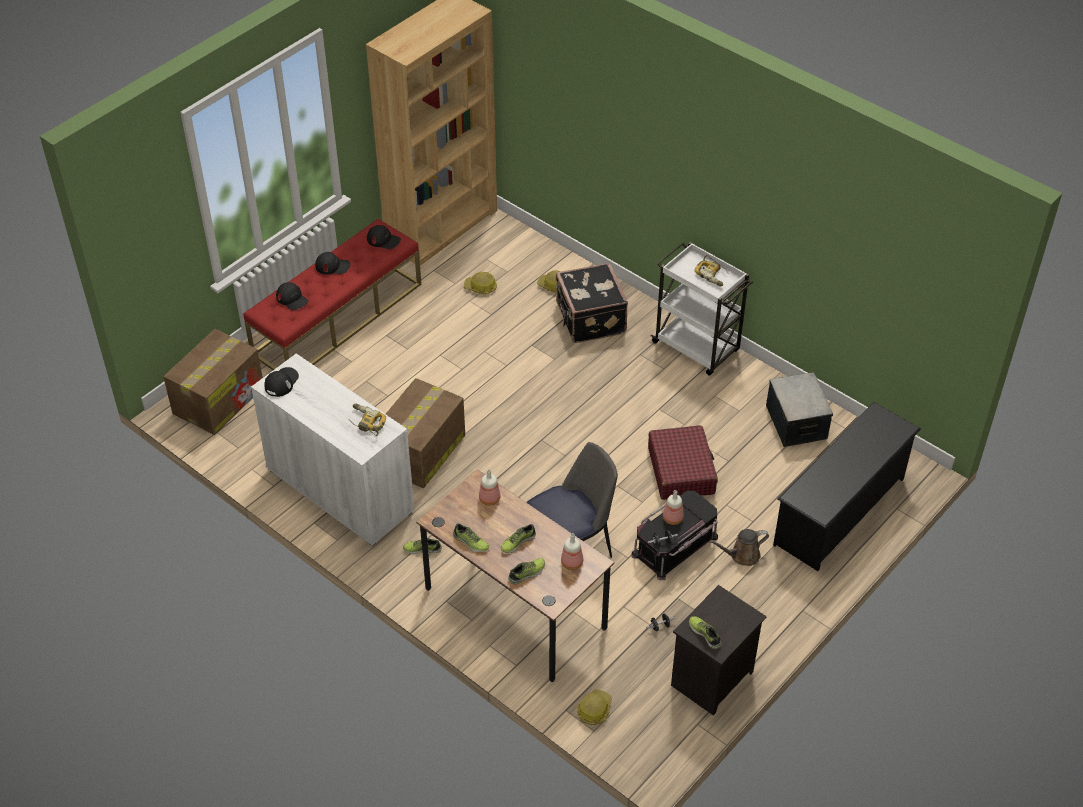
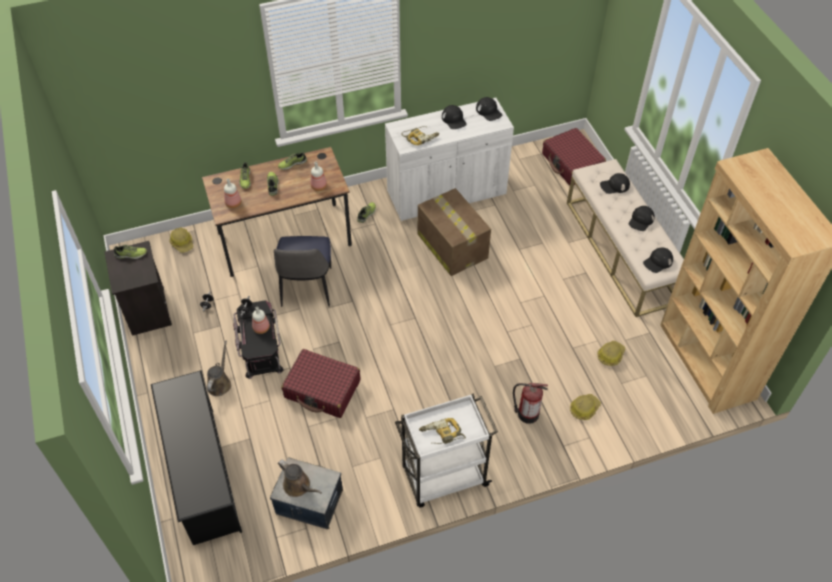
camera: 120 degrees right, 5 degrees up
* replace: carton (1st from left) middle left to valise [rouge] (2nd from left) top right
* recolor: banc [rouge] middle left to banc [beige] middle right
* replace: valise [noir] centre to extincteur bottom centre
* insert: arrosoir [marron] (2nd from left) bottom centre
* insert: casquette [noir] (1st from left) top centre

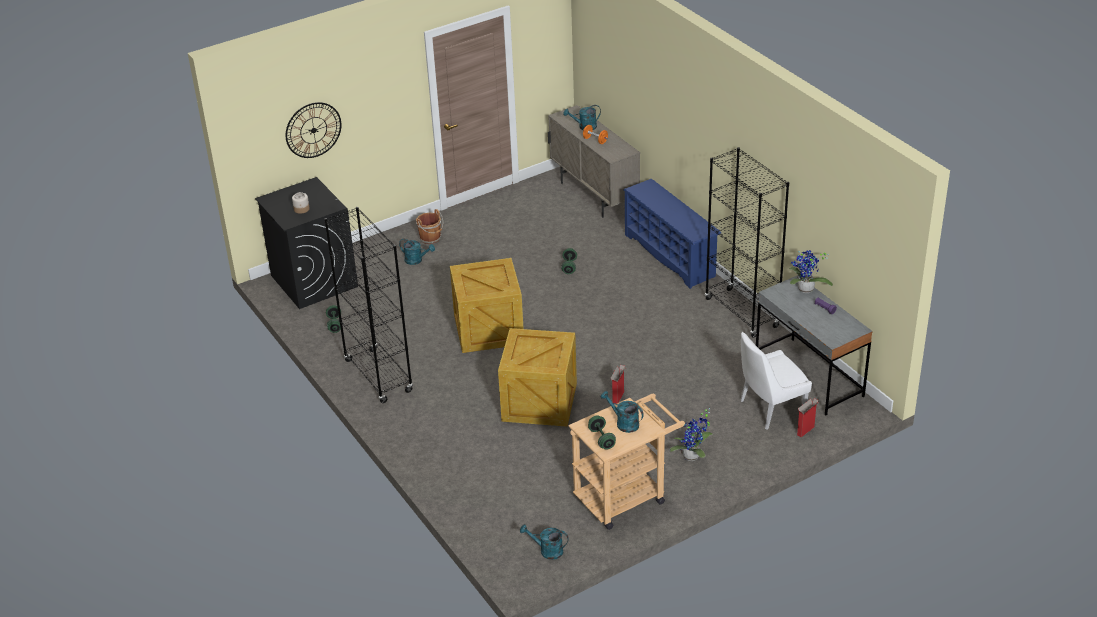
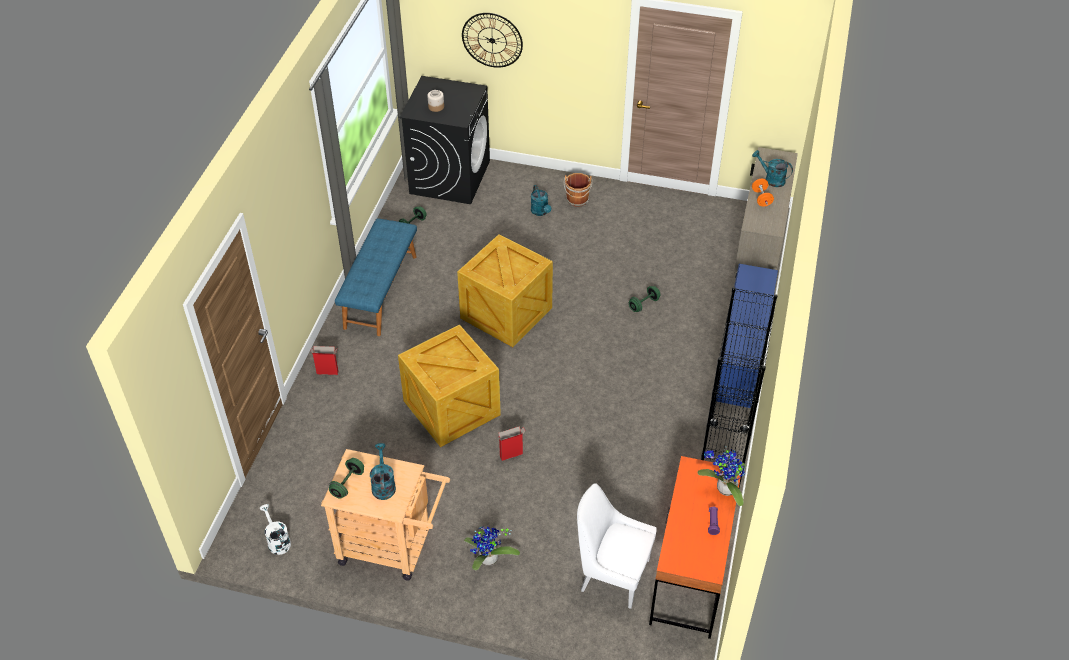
camera: 45 degrees right, 10 degrees up
* replace: bibliothèque [noir] (1st from left) centre to banc [bleu] centre
* recolor: arrosoir [turquoise] (2nd from left) bottom centre to arrosoir [blanc] bottom left
* recolor: bureau [gris] middle right to bureau [orange] bottom centre
* move: carton (2nd from left in the first image) bottom right to carton (1st from left) middle left

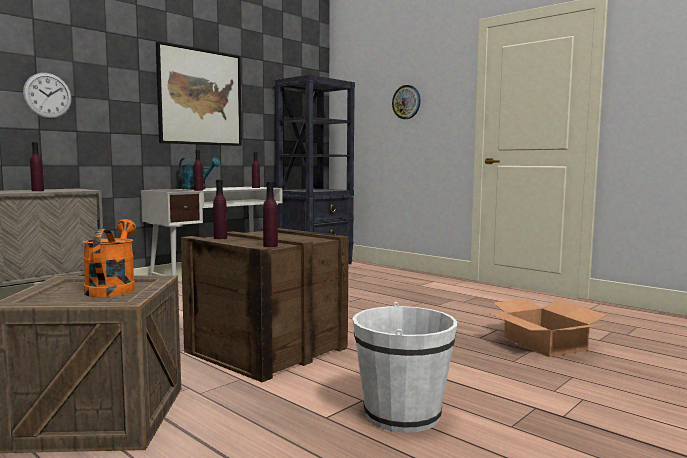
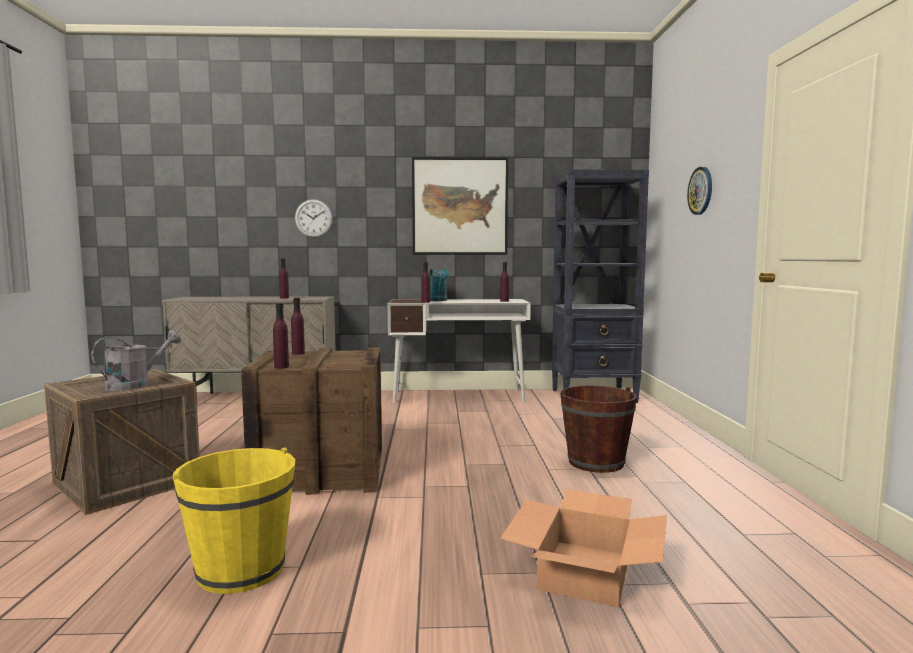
camera: 45 degrees right, 0 degrees up
* recolor: arrosoir [orange] middle left to arrosoir [gris] middle left
* recolor: seau [blanc] bottom centre to seau [jaune] bottom left
* insert: seau [marron] centre

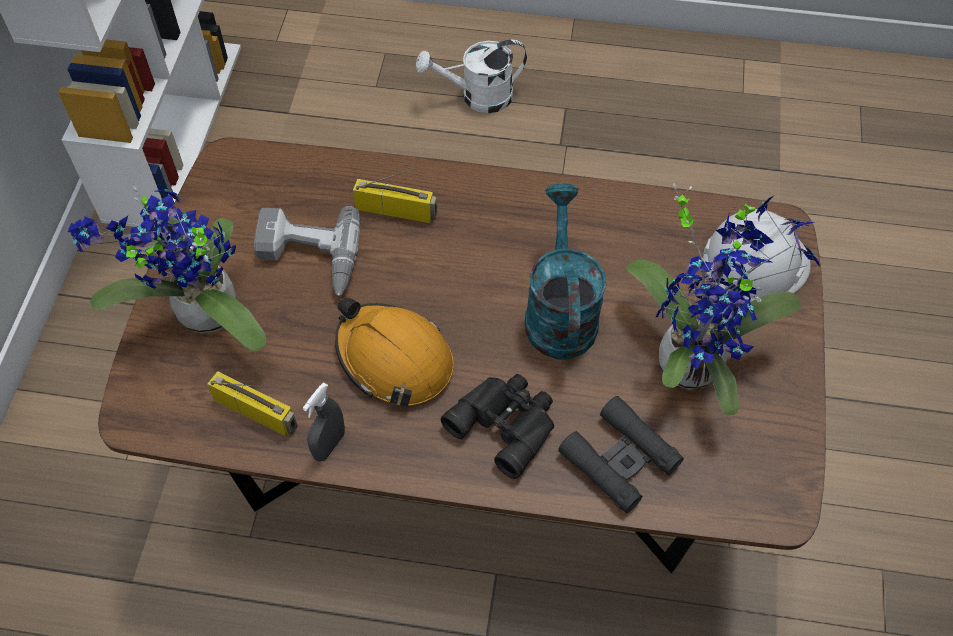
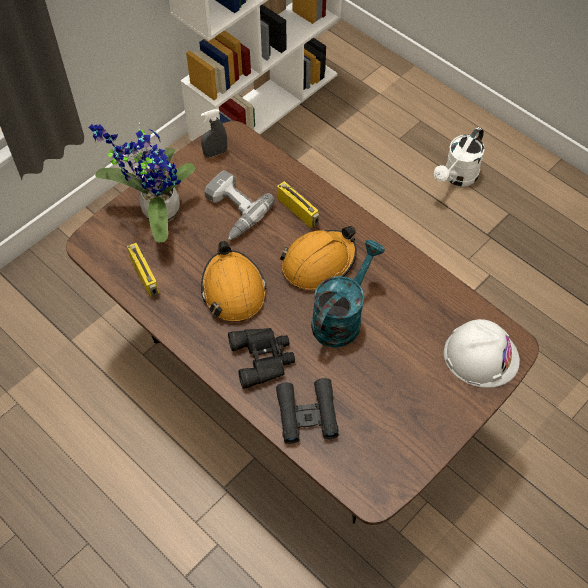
camera: 35 degrees right, 0 degrees up
* move: vaporisateur [gris] centre to top centre
* rotate: arrosoir [blanc] top centre = top right 75 degrees counterclockwise
* delete: plante en pot (2nd from left) middle right
* insert: casque de chantier [orange] (2nd from left) centre

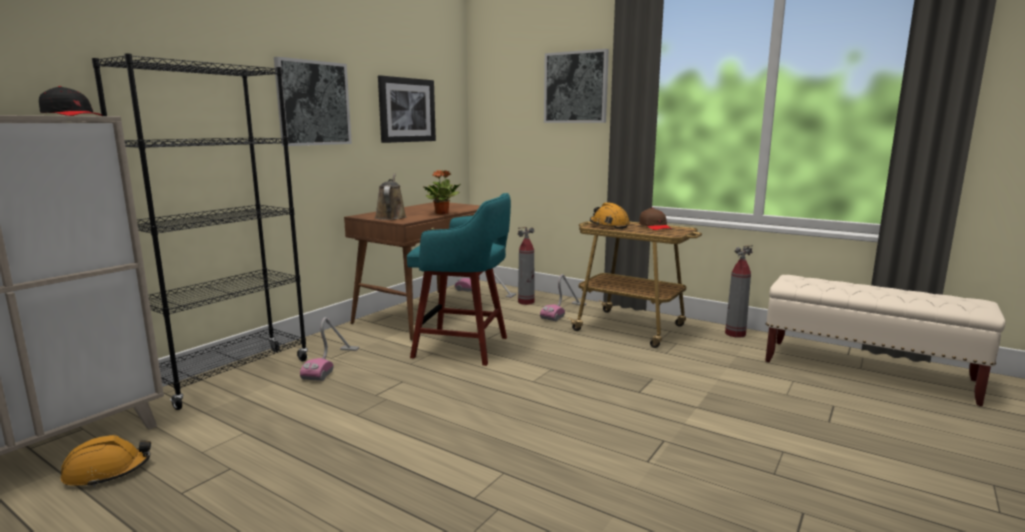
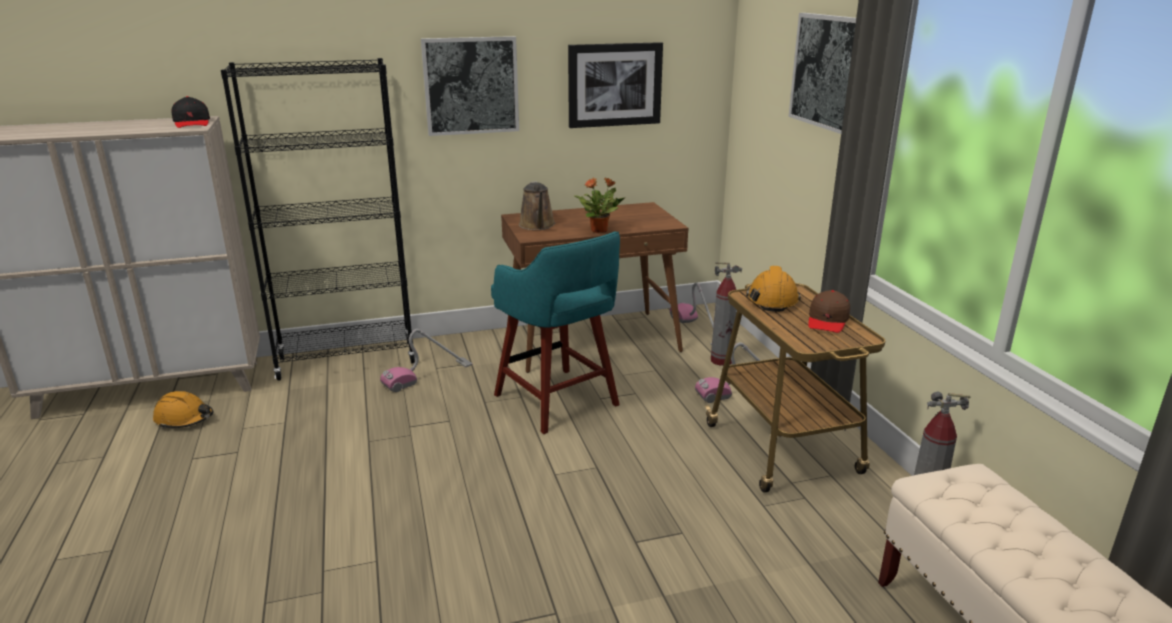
camera: 40 degrees right, 10 degrees up
* rotate: arrosoir [marron] centre = top centre 135 degrees clockwise

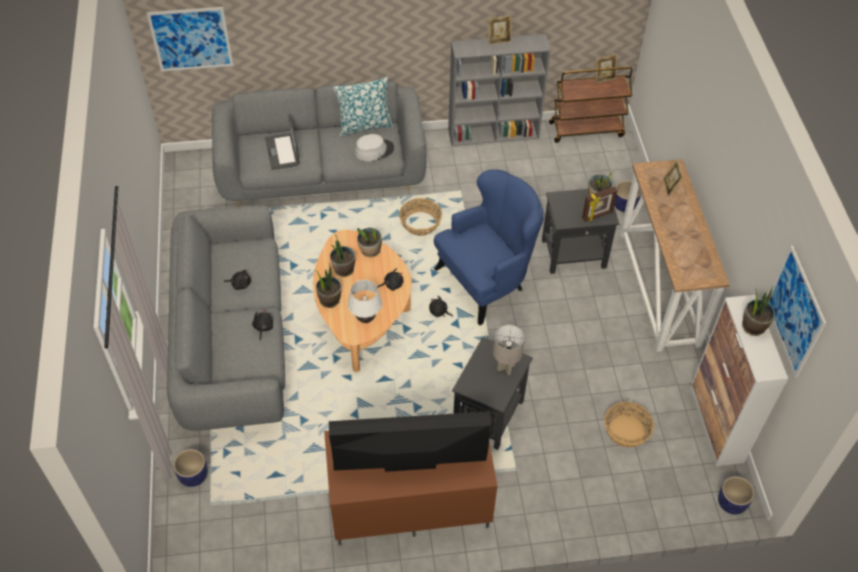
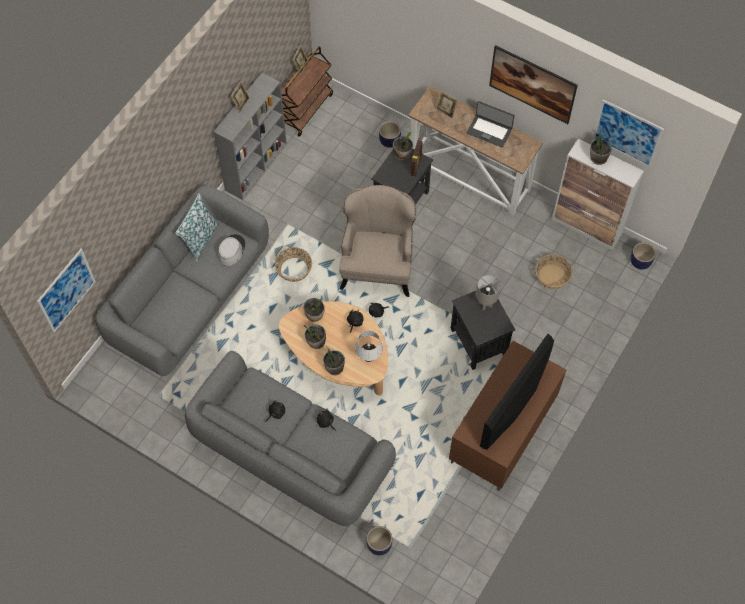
camera: 50 degrees left, 10 degrees up
* move: ordinateur portable top left to top centre
* recolor: fauteuil [bleu] centre to fauteuil [beige] centre
* insert: tableau (2nd from left) top right

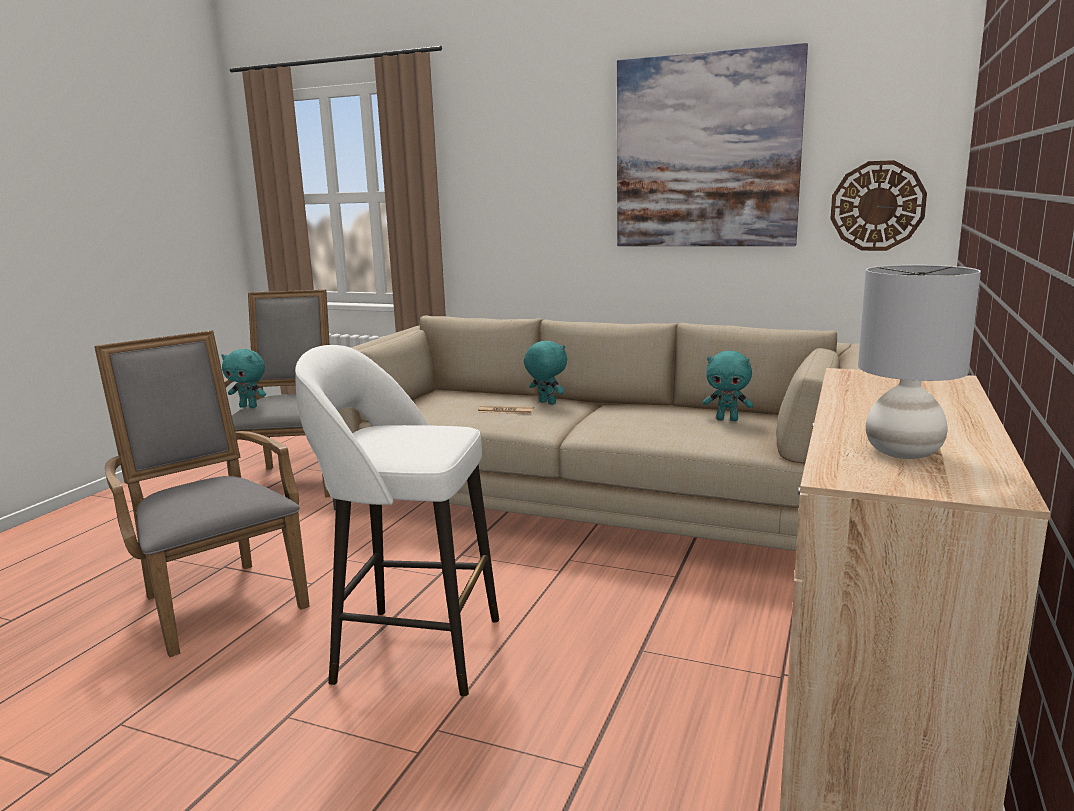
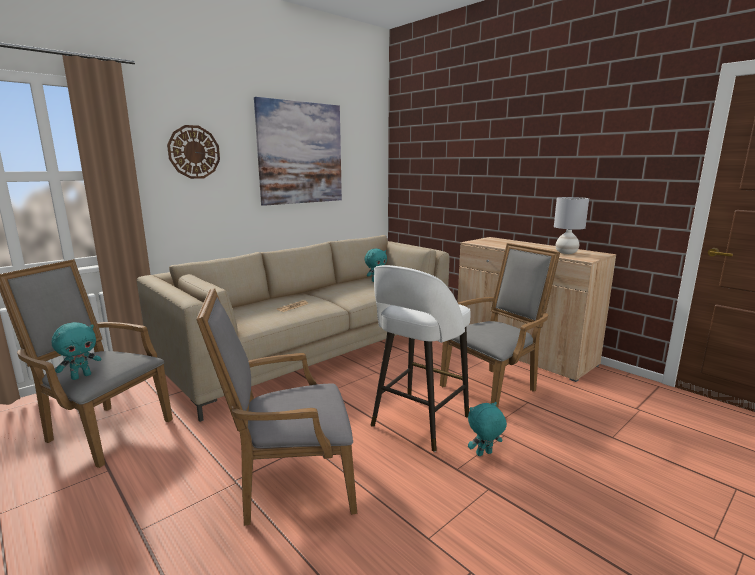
camera: 65 degrees left, 0 degrees up
* move: peluche [turquoise] (2nd from left in the first image) centre to peluche [turquoise] (3rd from left) bottom centre
* move: horloge murale top right to top left
* insert: fauteuil [gris] (3rd from left) centre

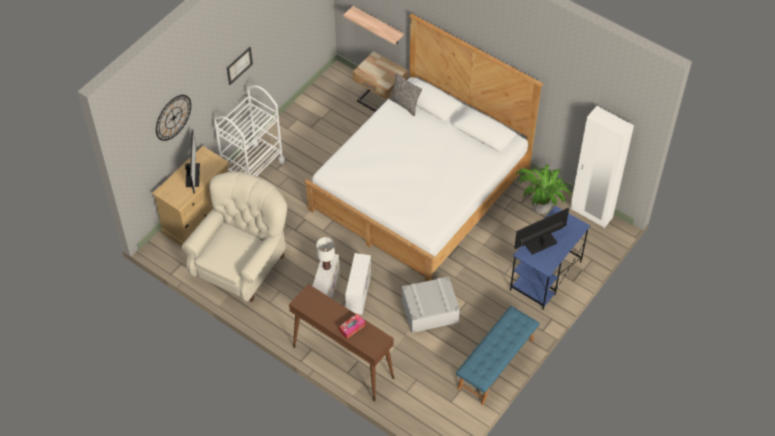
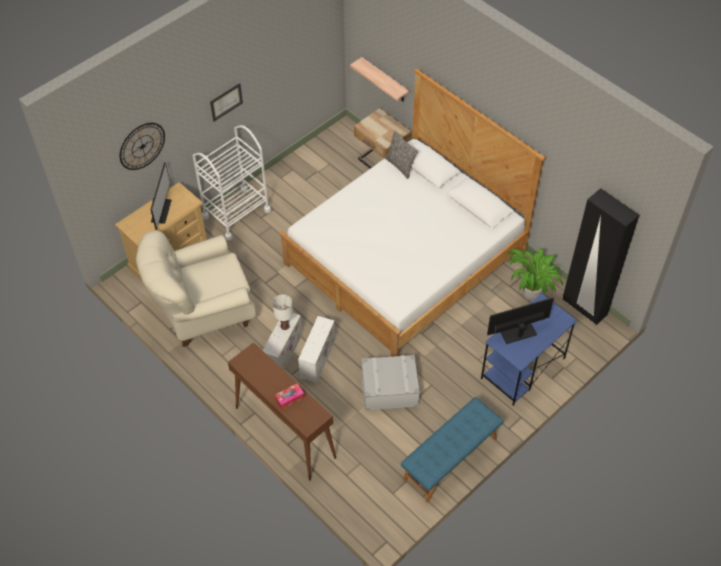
camera: 10 degrees right, 0 degrees up
* rotate: fauteuil [beige] middle left = middle left 150 degrees counterclockwise
* recolor: armoire [blanc] middle right to armoire [noir] middle right

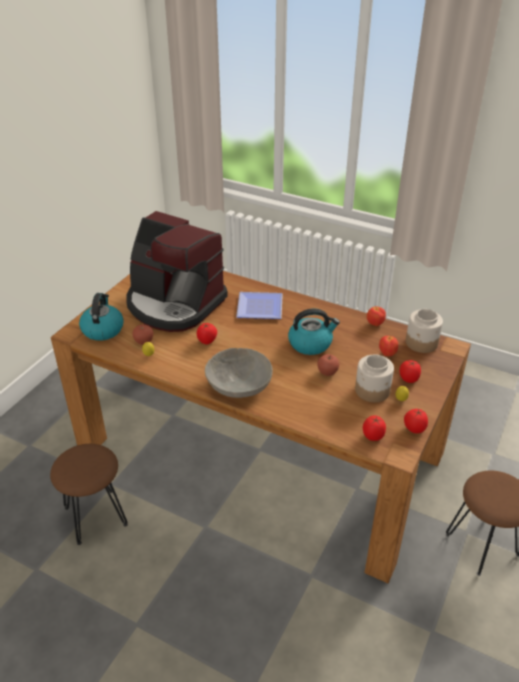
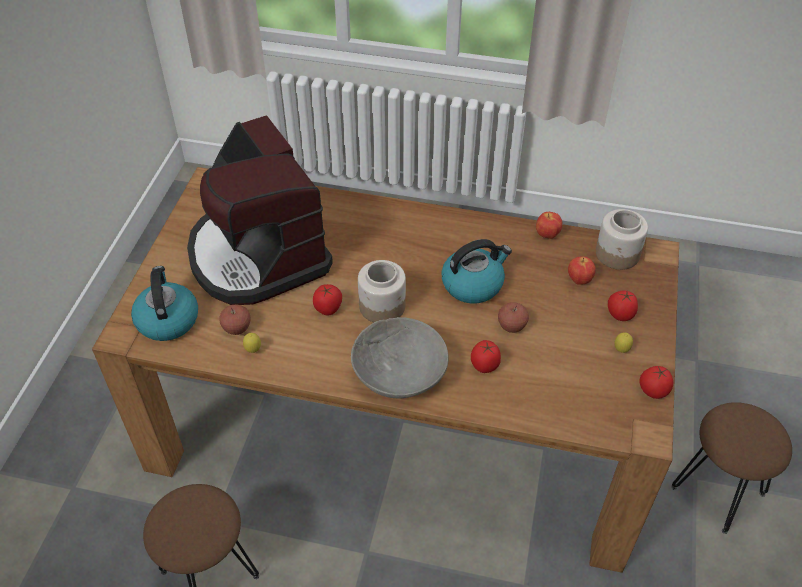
camera: 15 degrees left, 10 degrees up
* rotate: machine à café centre = middle left 45 degrees clockwise
* delete: assiette centre
* move: bocal (1st from left) middle right to centre
* move: tomate (2nd from left) middle right to centre

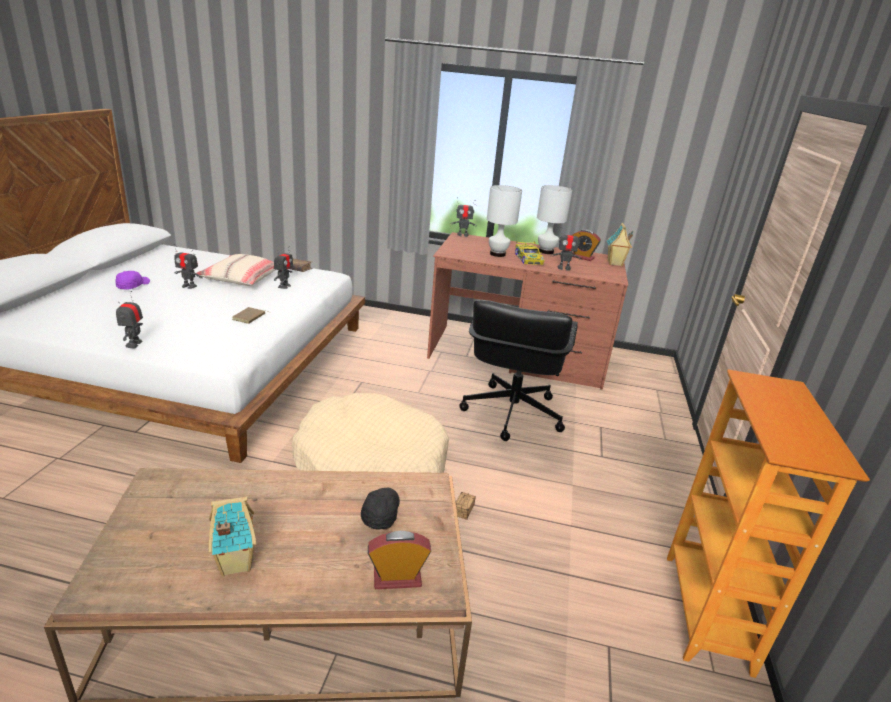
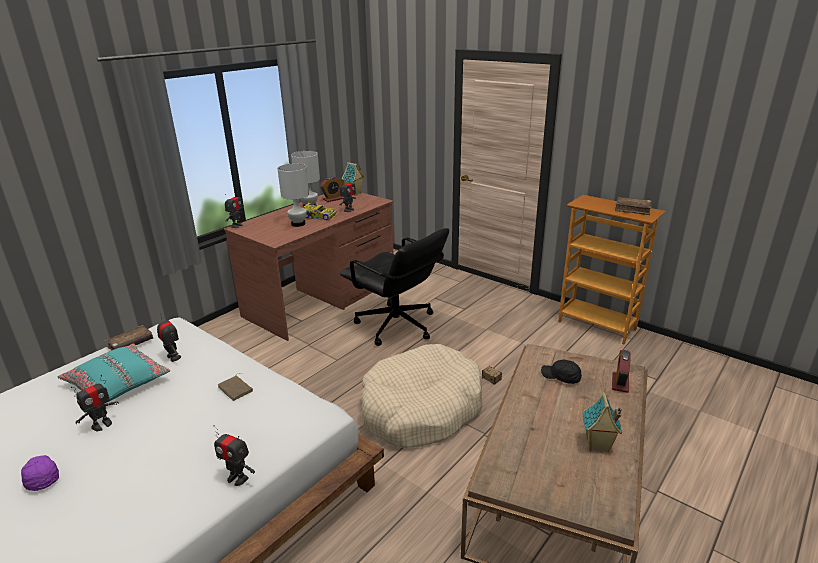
camera: 60 degrees left, 0 degrees up
* recolor: coussin [beige] middle left to coussin [turquoise] middle left
* insert: livre [marron] (3rd from left) middle right

